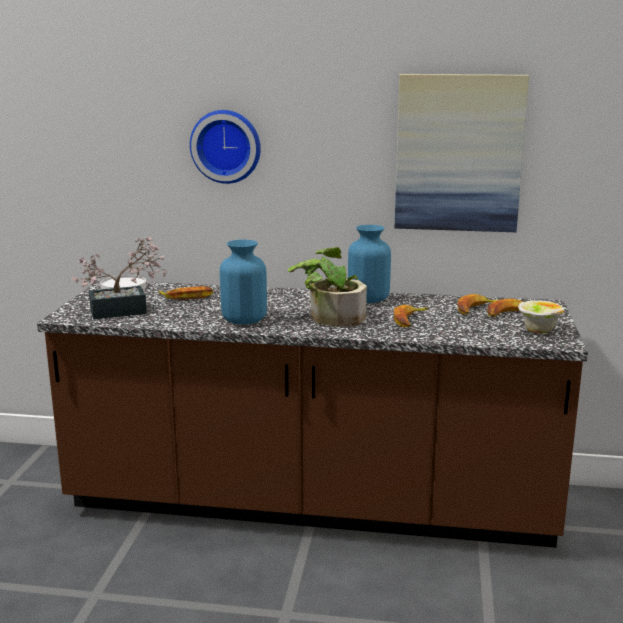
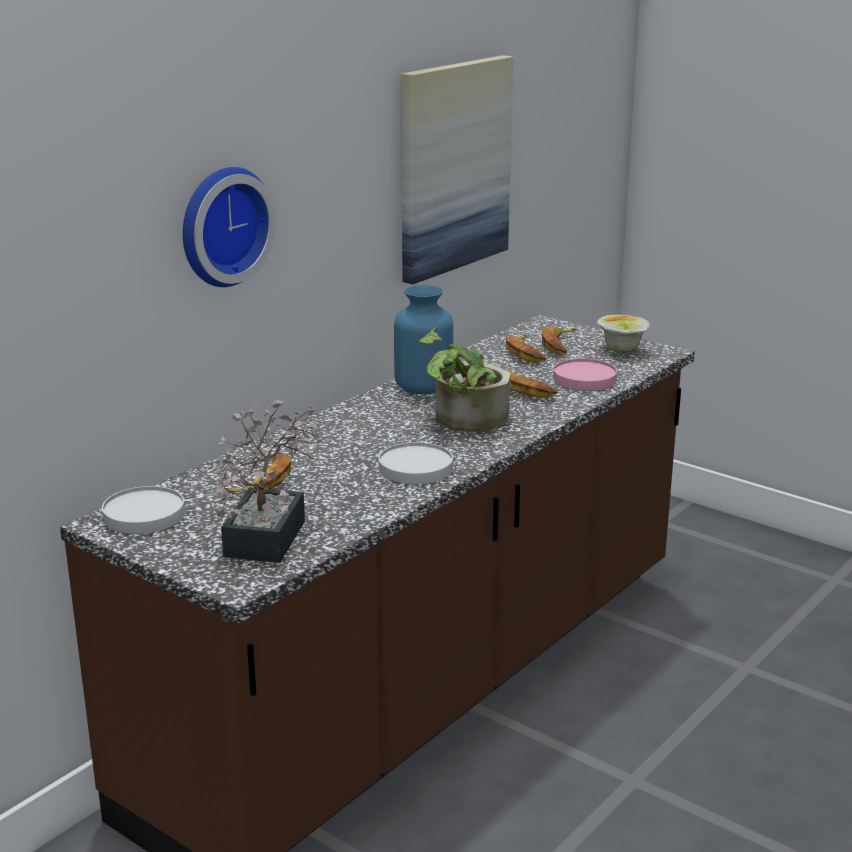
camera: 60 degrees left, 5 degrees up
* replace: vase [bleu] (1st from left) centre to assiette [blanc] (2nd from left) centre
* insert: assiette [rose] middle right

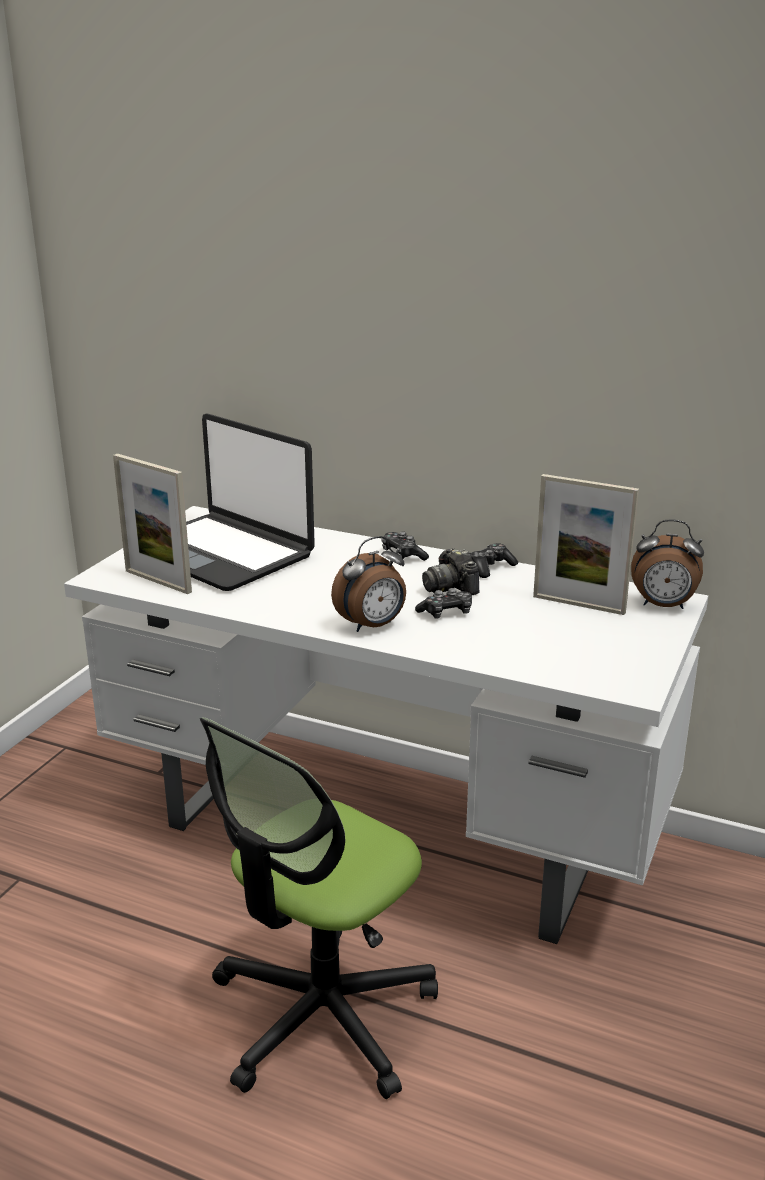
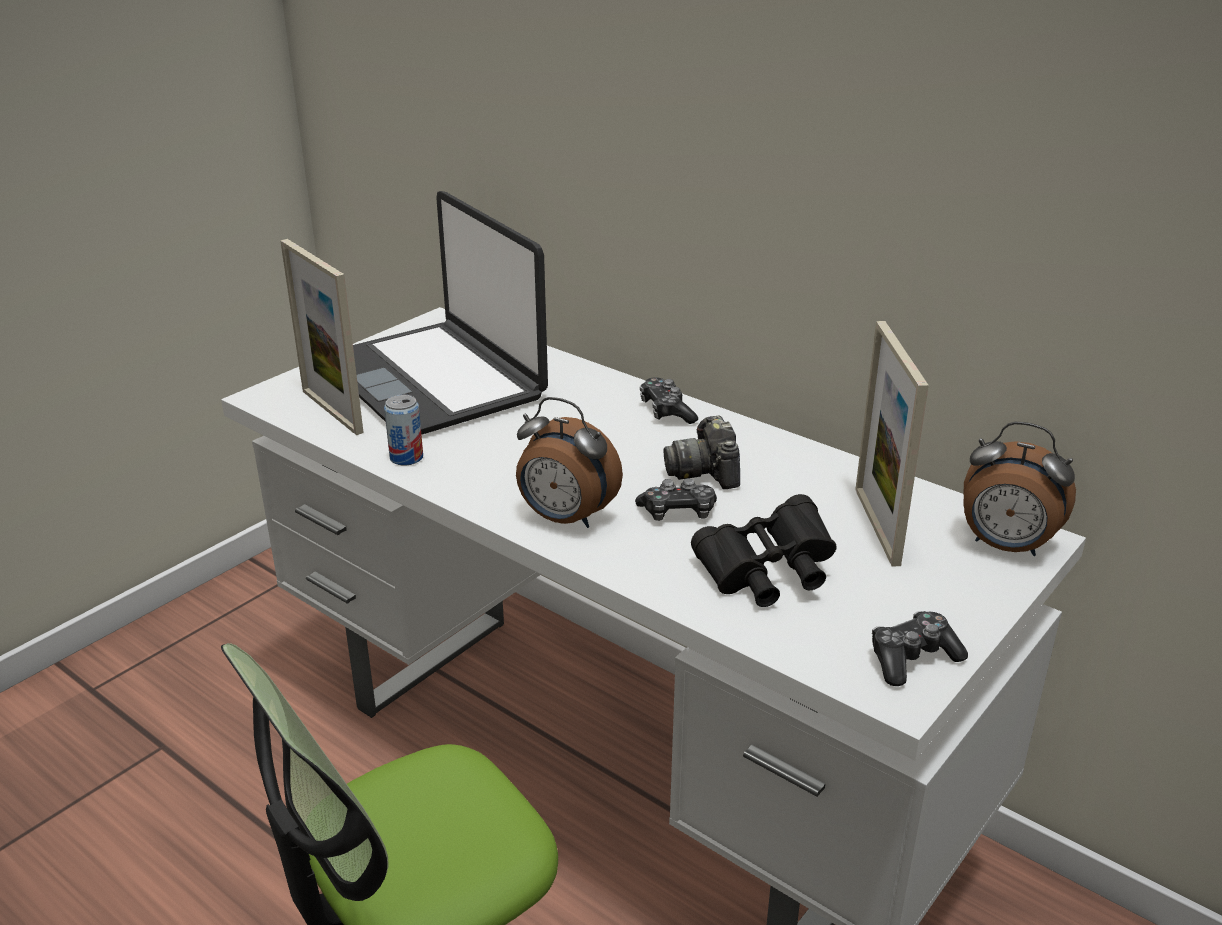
camera: 15 degrees right, 5 degrees up
* rotate: réveil (1st from left) centre = centre 45 degrees clockwise
* move: manette (3rd from left) centre to bottom right
* rotate: cadre photo (2nd from left) middle right = middle right 45 degrees clockwise
* insert: boîte métallique middle left
* insert: jumelles [noir] centre

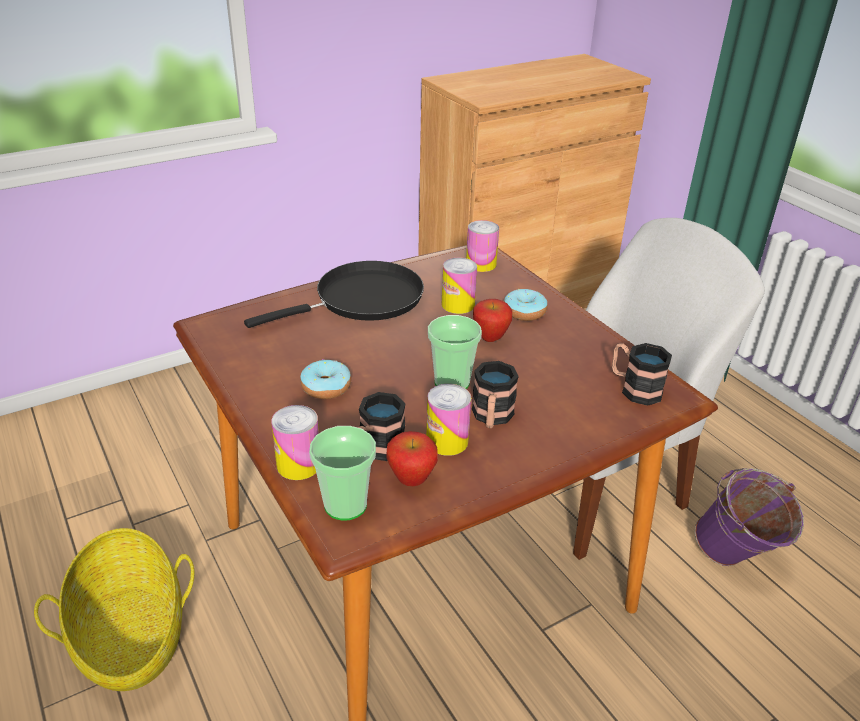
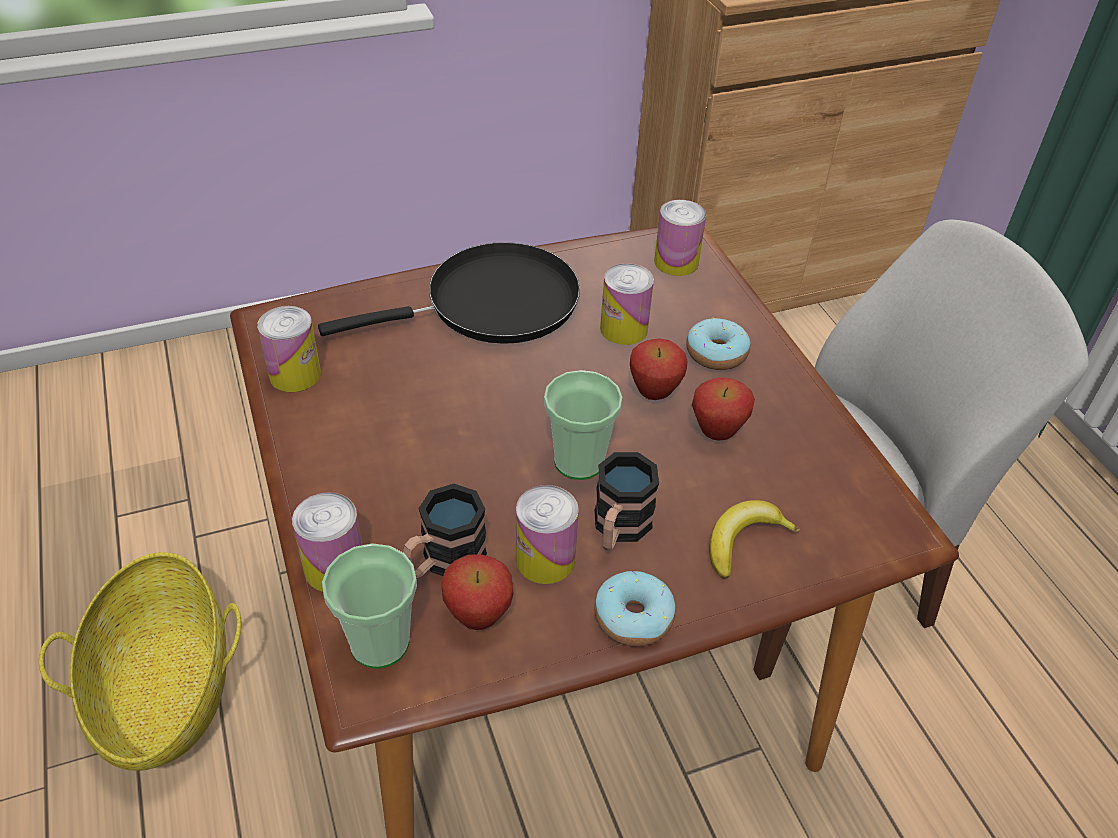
camera: 10 degrees right, 10 degrees up
* move: beignet (1st from left) centre to bottom centre
* delete: mug (3rd from left) middle right
* delete: seau [violet] bottom right
* insert: boîte métallique (1st from left) middle left
* insert: pomme (3rd from left) centre
* insert: banane middle right

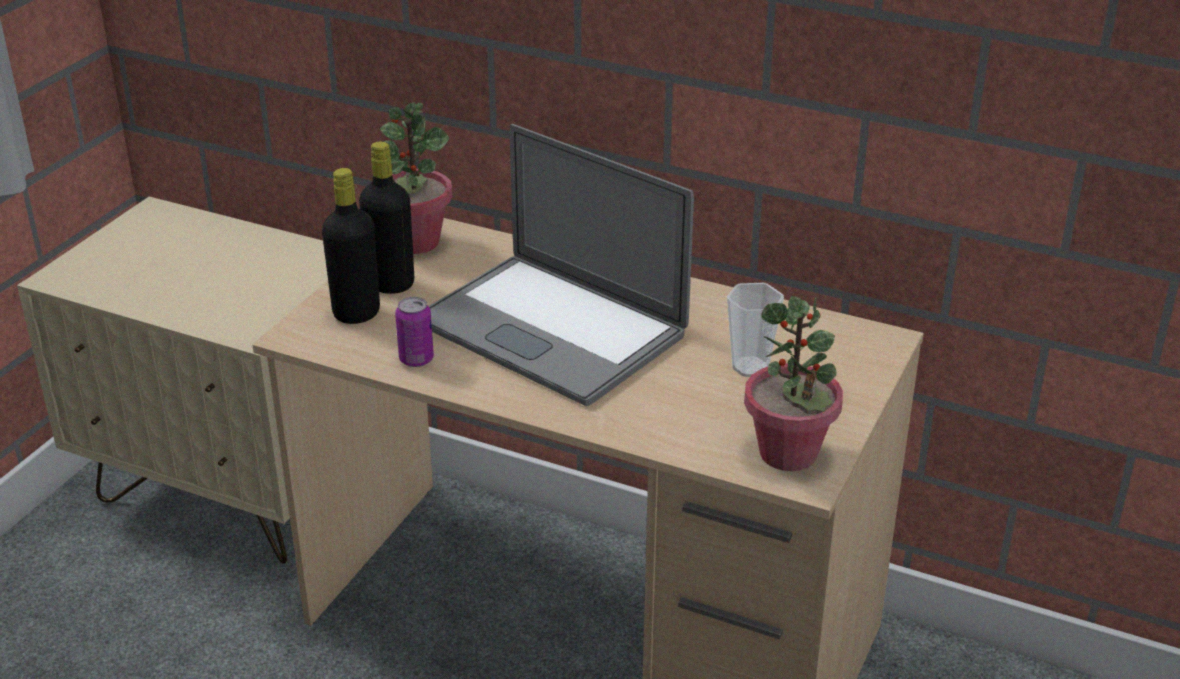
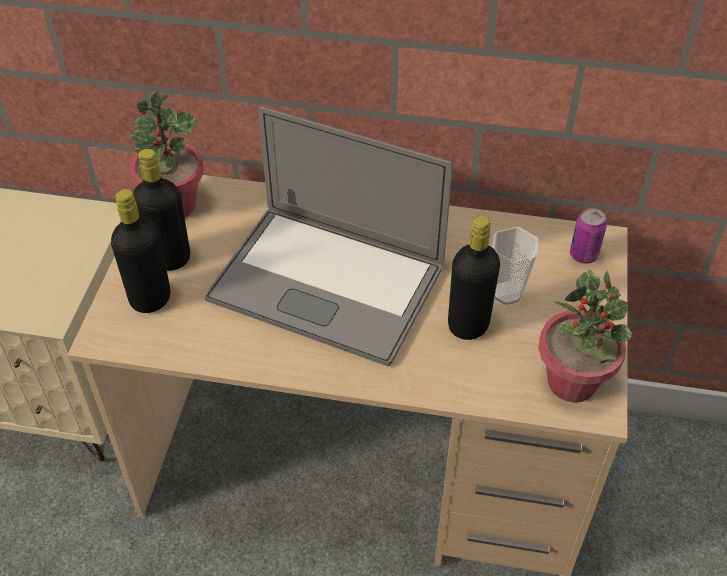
camera: 15 degrees left, 15 degrees up
* move: boîte métallique centre to middle right
* insert: bouteille [noir] (3rd from left) centre

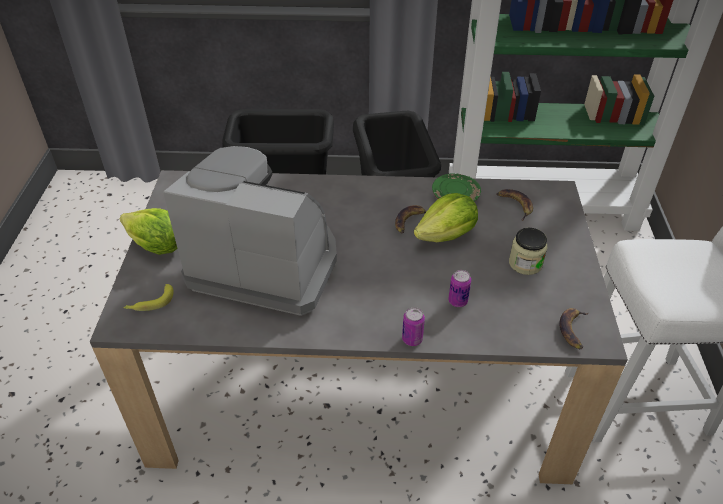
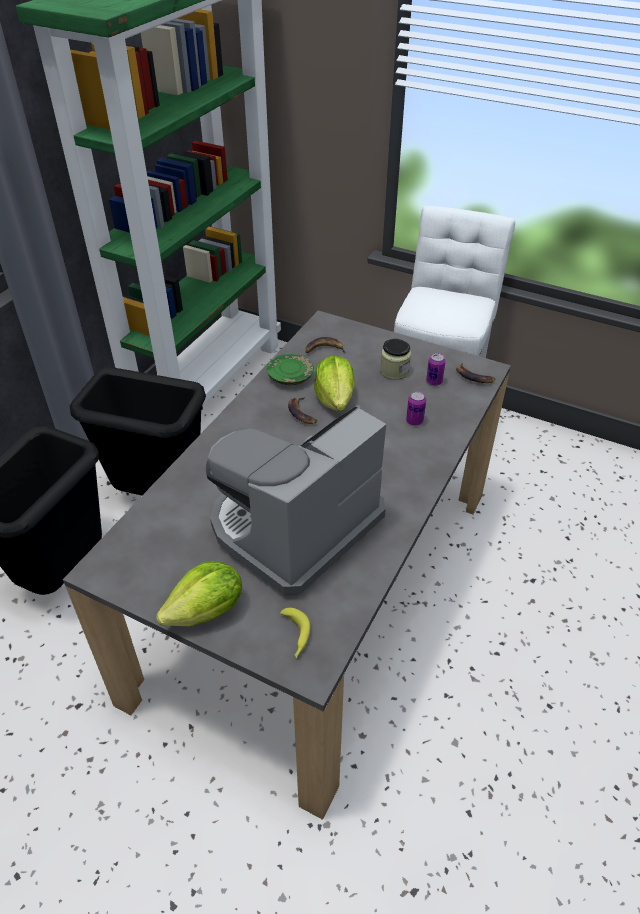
camera: 65 degrees left, 0 degrees up
* move: boîte métallique (1st from left in the first image) centre to boîte métallique (2nd from left) middle right

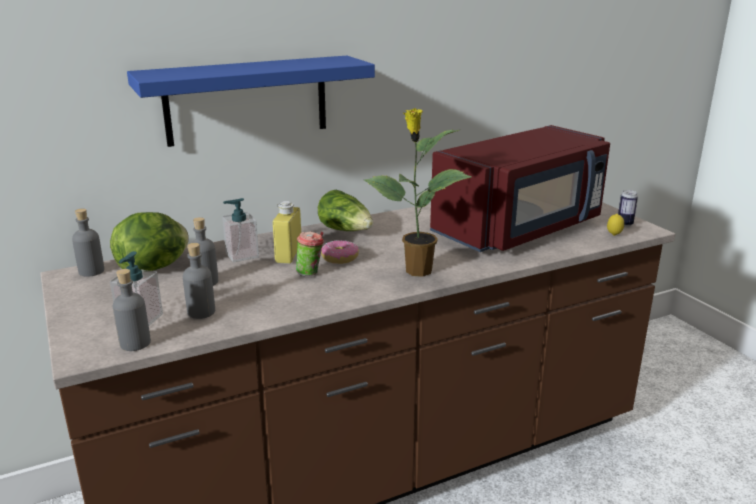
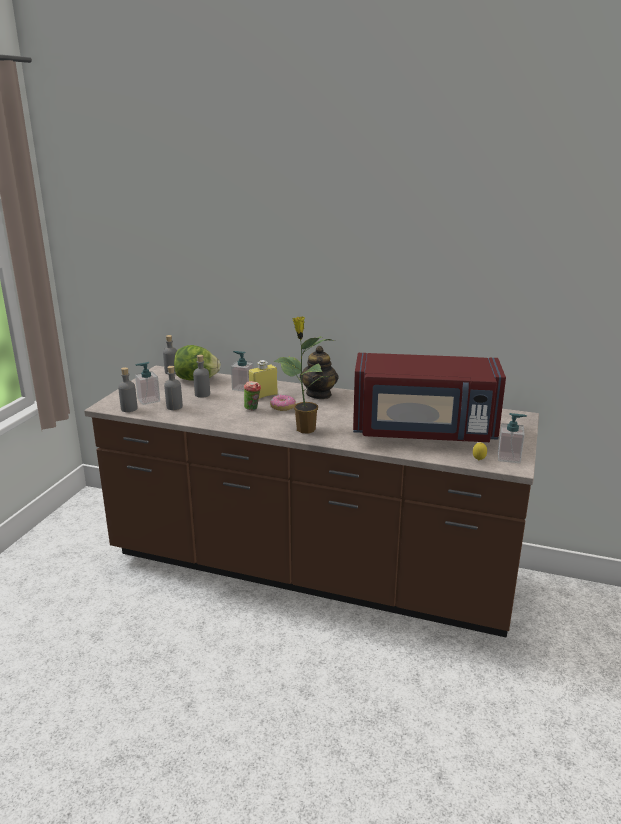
camera: 45 degrees right, 0 degrees up
* delete: étagère [bleu] top left
* replace: laitue (2nd from left) centre to théière centre
* replace: boîte métallique middle right to distributeur de savon (3rd from left) middle right

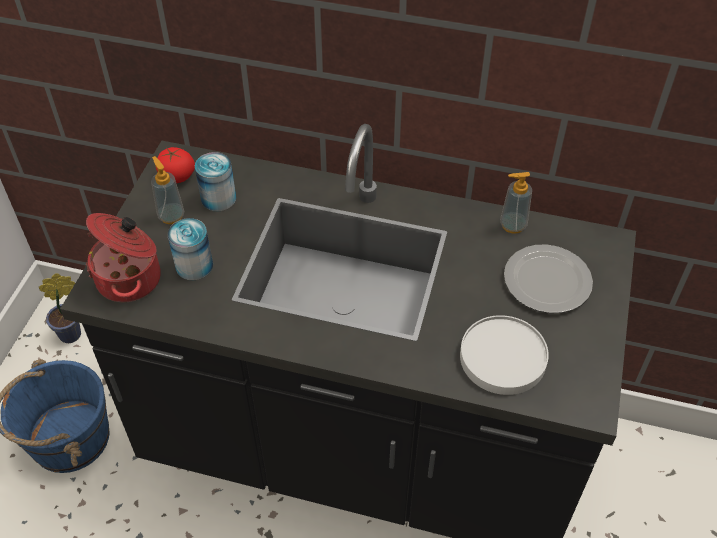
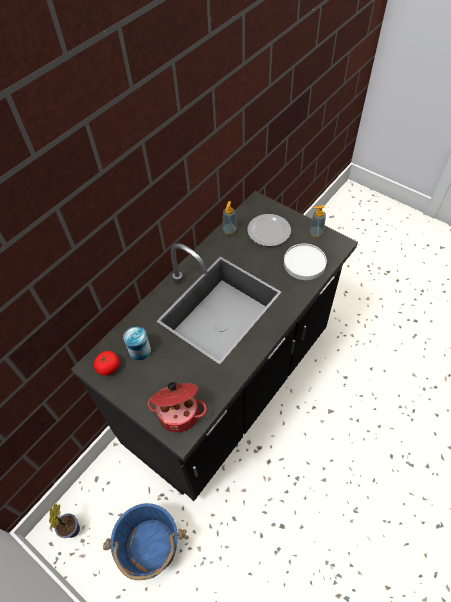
camera: 65 degrees left, 5 degrees up
* move: distributeur de savon (1st from left in the first image) middle left to distributeur de savon (2nd from left) middle right
* delete: boîte métallique (1st from left) middle left

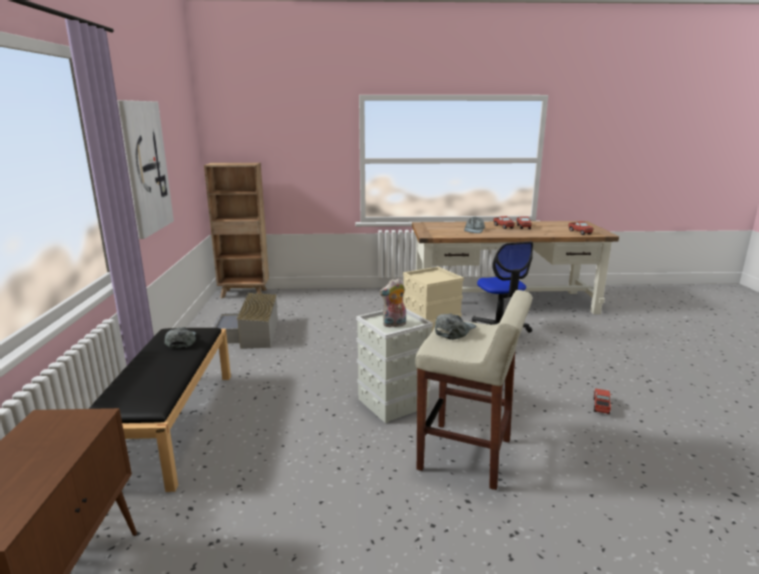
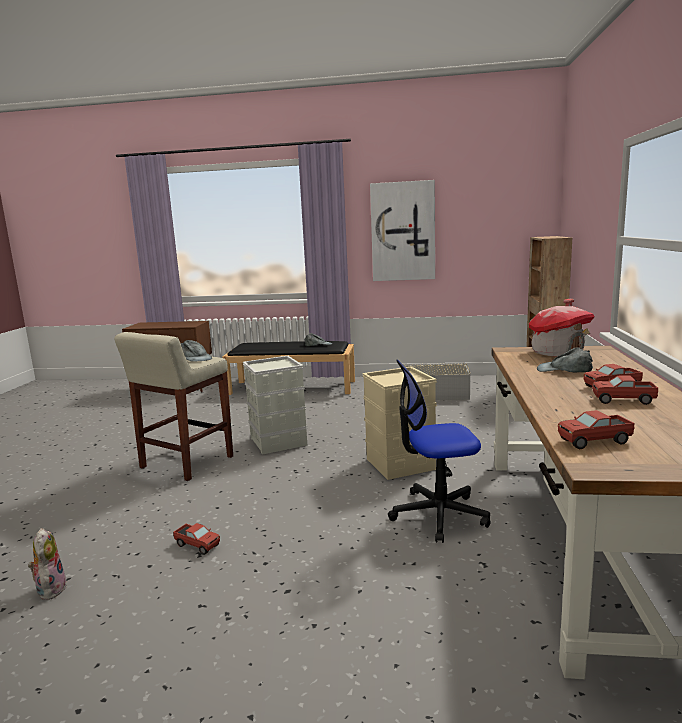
camera: 100 degrees right, 5 degrees down
* move: peluche centre to bottom left
* insert: maison miniature middle right

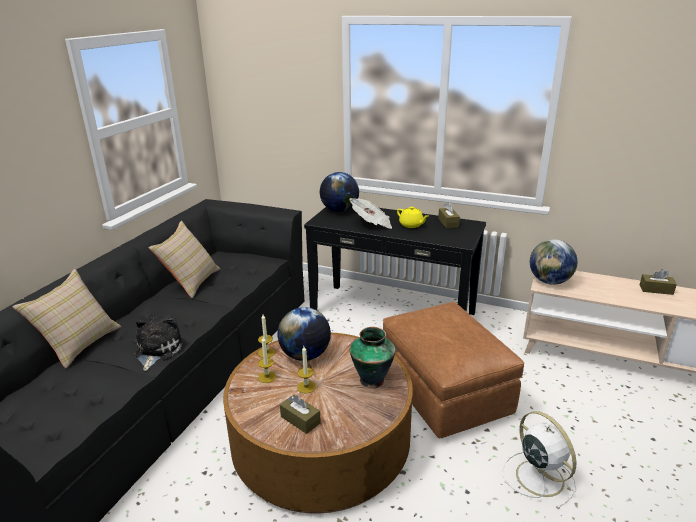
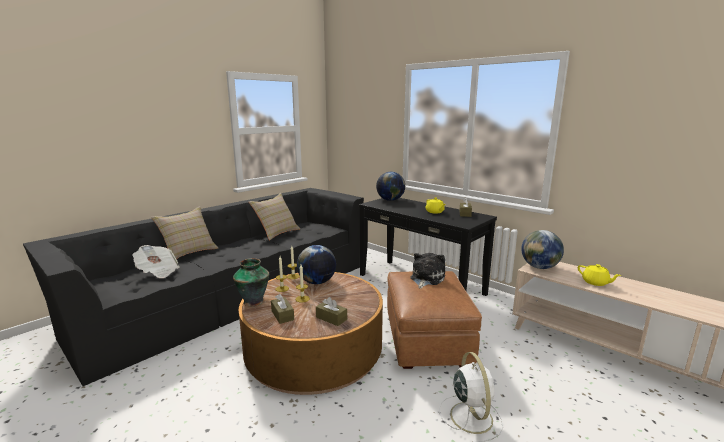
camera: 20 degrees right, 10 degrees down
* move: peluche middle left to centre
* move: journal centre to middle left
* move: vase bottom centre to centre
* move: boîte à mouchoirs [marron] (3rd from left in the first image) middle right to boîte à mouchoirs [marron] (2nd from left) bottom centre
* insert: théière [jaune] (2nd from left) middle right

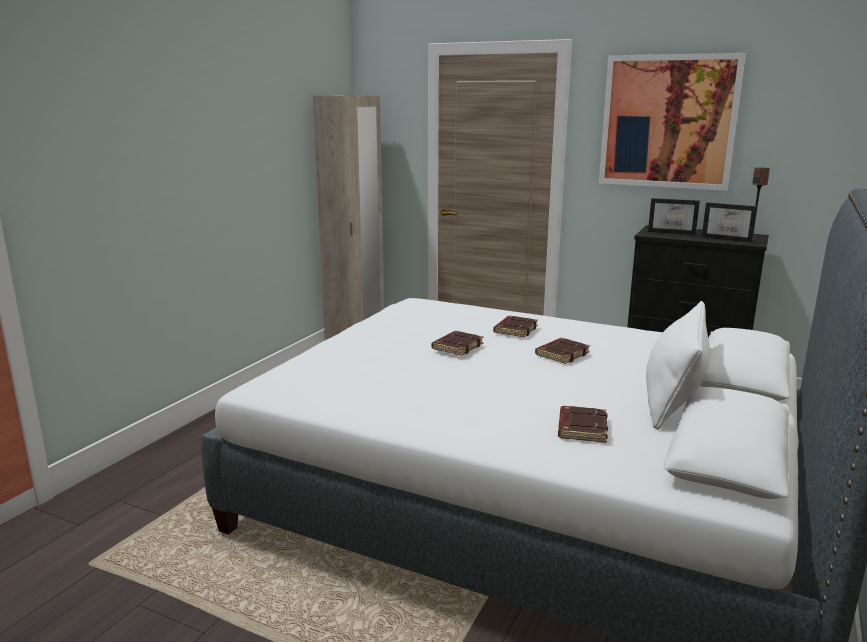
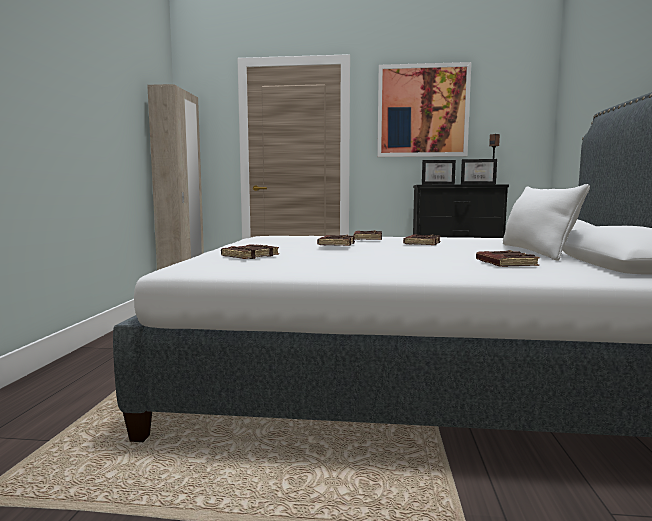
camera: 20 degrees left, 10 degrees down
* insert: livre [marron] (1st from left) centre

